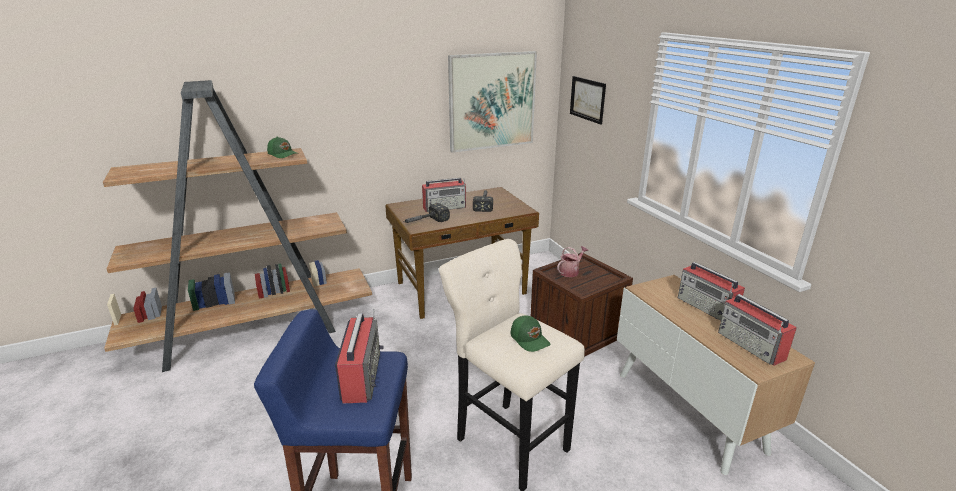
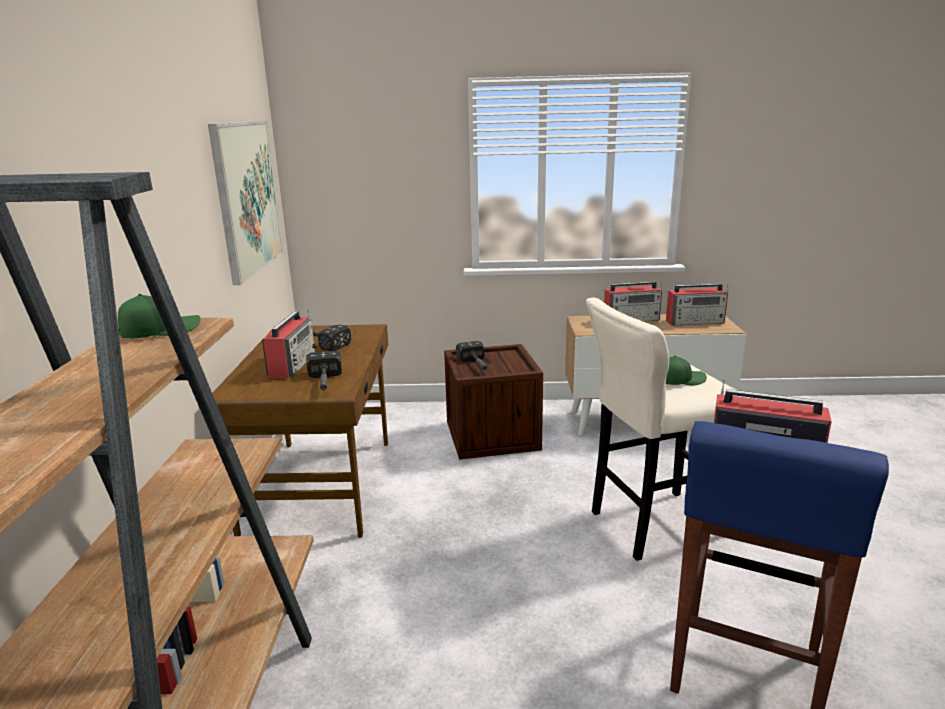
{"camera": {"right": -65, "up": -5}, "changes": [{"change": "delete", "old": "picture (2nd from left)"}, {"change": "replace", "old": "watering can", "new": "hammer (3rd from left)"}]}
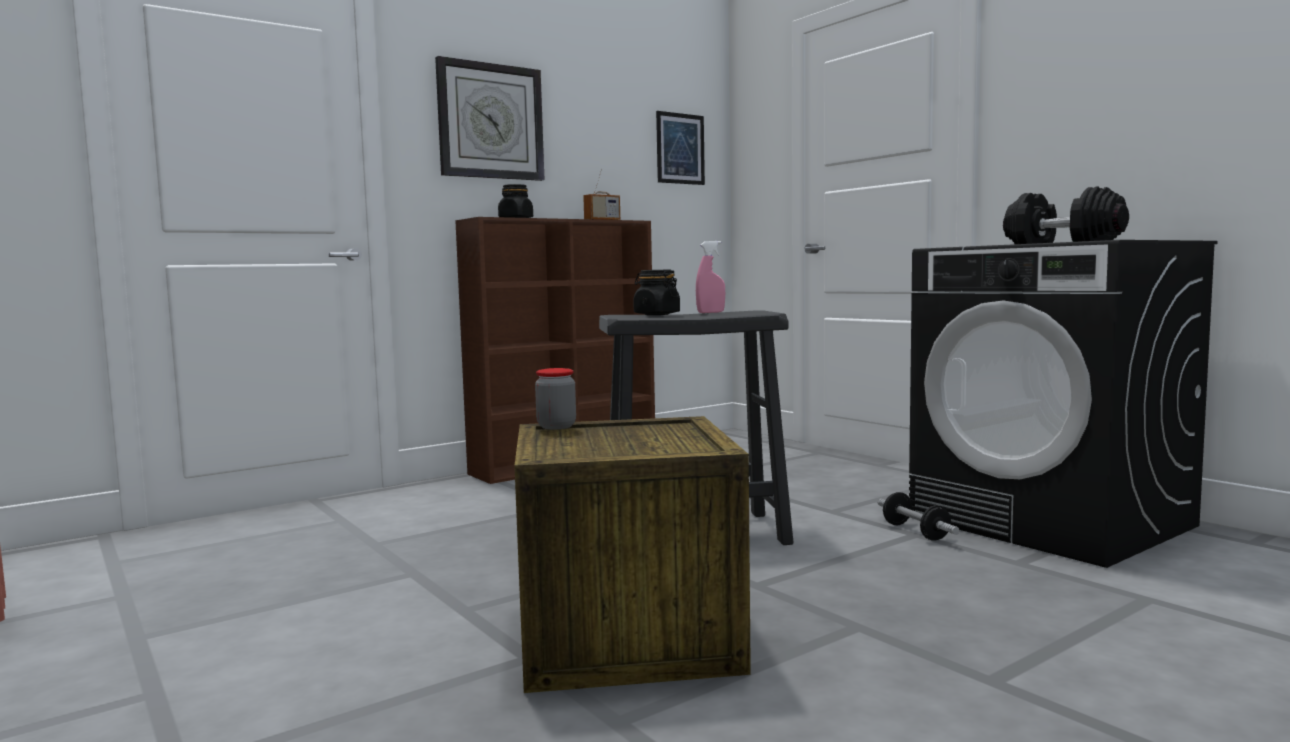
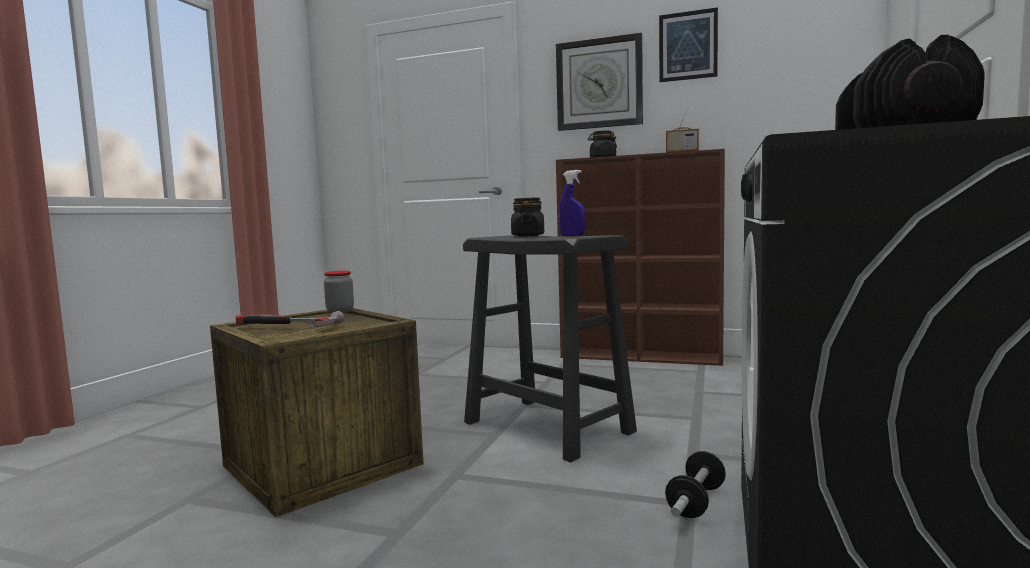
{"camera": {"right": 55, "up": 0}, "changes": [{"change": "move", "old": "picture"}, {"change": "recolor", "old": "pink spray bottle", "new": "blue spray bottle"}, {"change": "insert", "new": "hammer"}]}
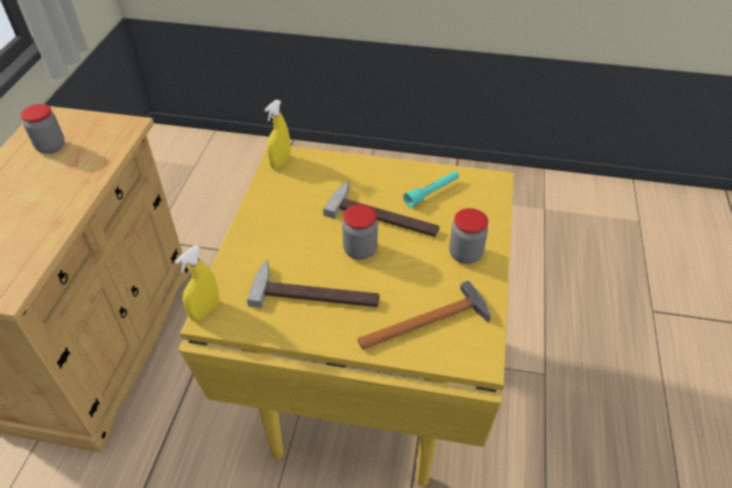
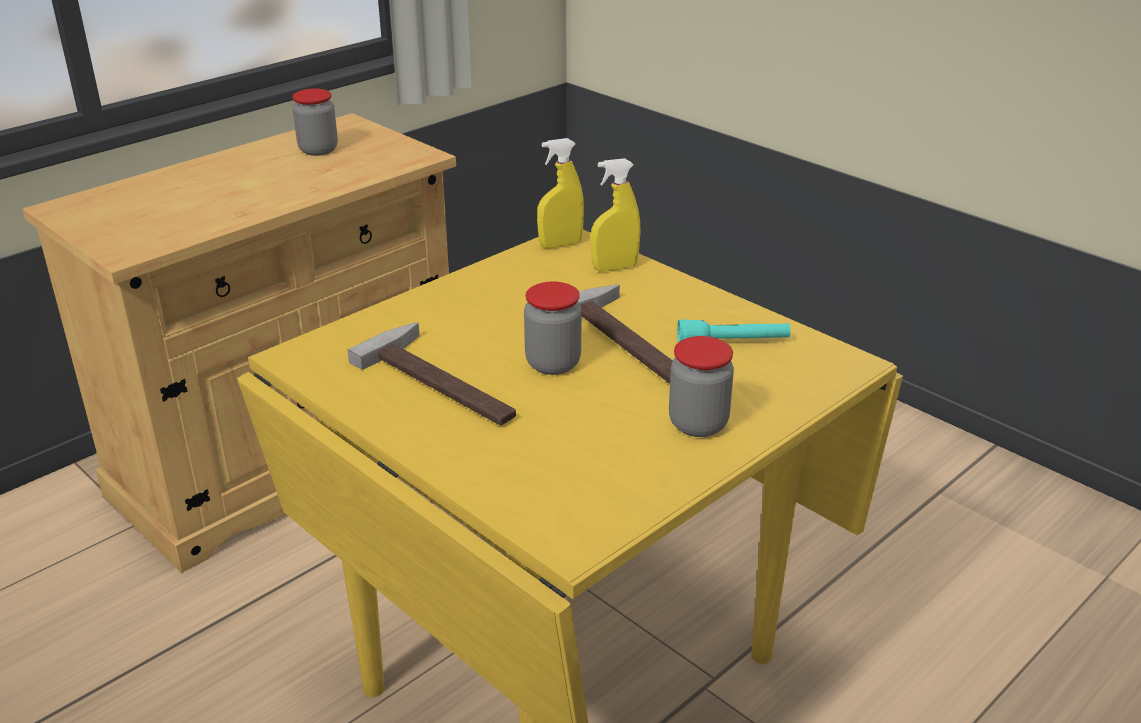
{"camera": {"right": 35, "up": -15}, "changes": [{"change": "move", "old": "yellow spray bottle (1st from left in the first image)", "new": "yellow spray bottle (2nd from left)"}, {"change": "delete", "old": "hammer (3rd from left)"}]}
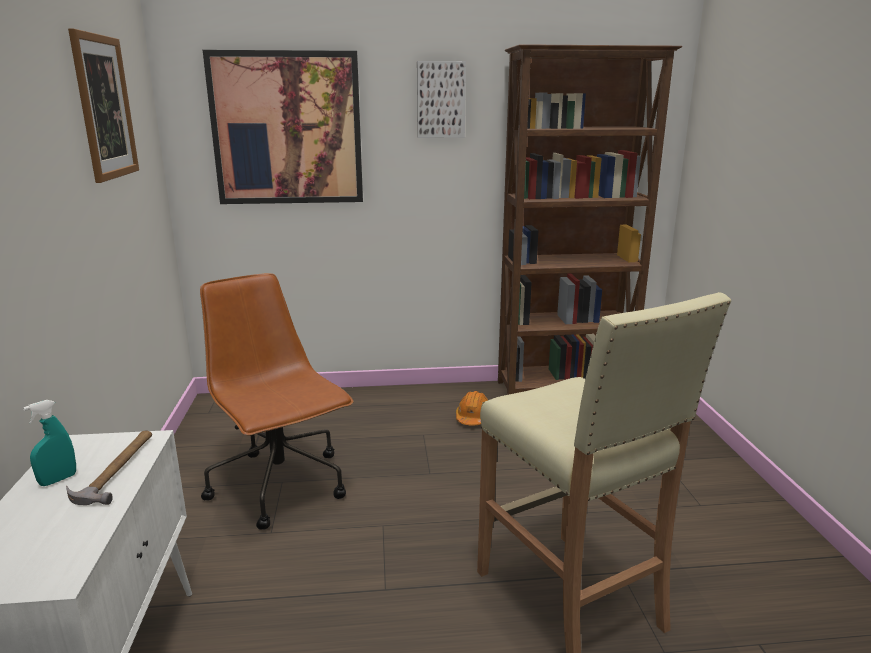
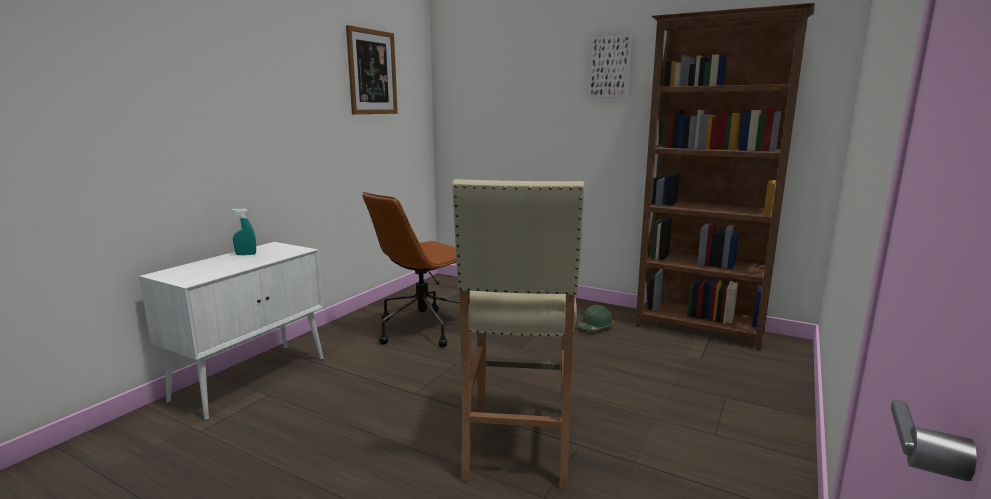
{"camera": {"right": 35, "up": -5}, "changes": [{"change": "delete", "old": "picture (2nd from left)"}, {"change": "rotate", "old": "brown office chair", "degrees": -135}, {"change": "recolor", "old": "orange hard hat", "new": "green hard hat"}, {"change": "delete", "old": "hammer"}]}
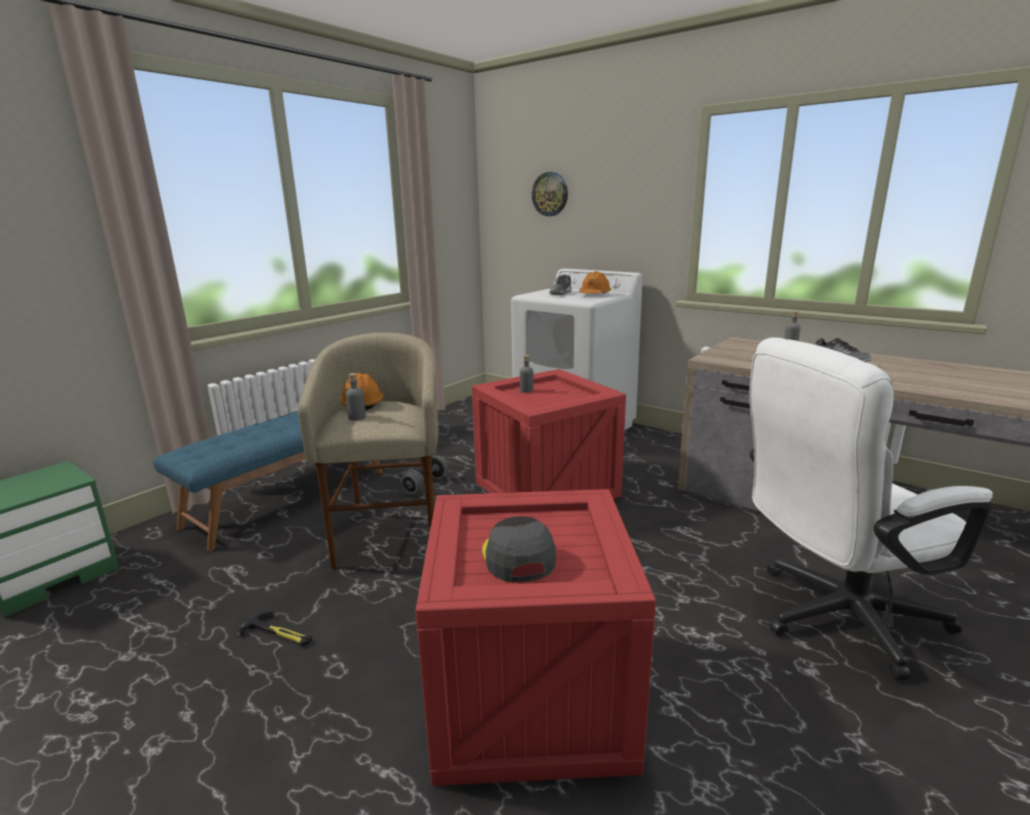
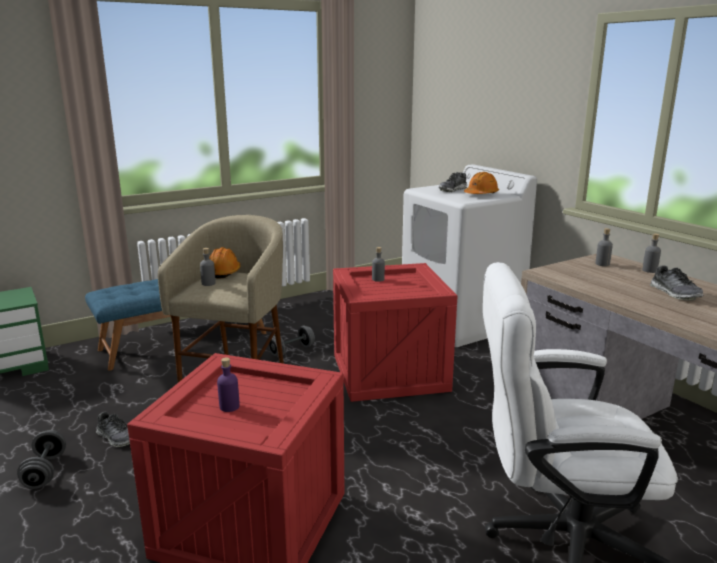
{"camera": {"right": 20, "up": 0}, "changes": [{"change": "delete", "old": "wall clock"}, {"change": "replace", "old": "grey cap", "new": "purple bottle"}, {"change": "replace", "old": "hammer", "new": "shoe (1st from left)"}, {"change": "insert", "new": "grey bottle (3rd from left)"}, {"change": "insert", "new": "grey dumbbell (1st from left)"}]}
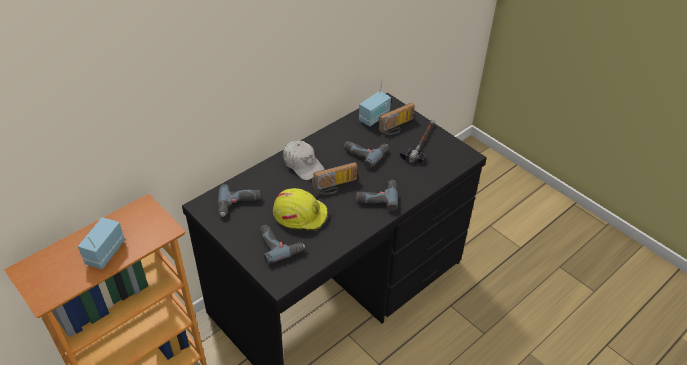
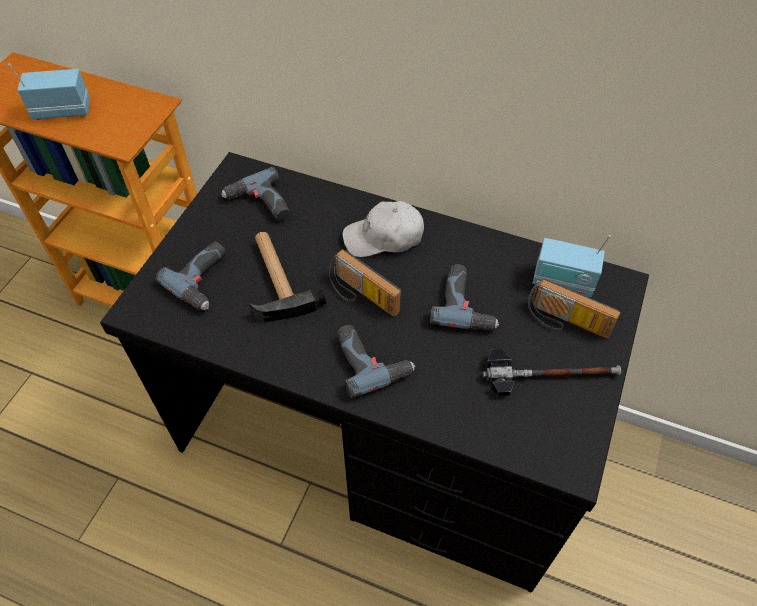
{"camera": {"right": 65, "up": 10}, "changes": [{"change": "rotate", "old": "white cap", "degrees": 60}, {"change": "replace", "old": "yellow hard hat", "new": "hammer (1st from left)"}]}
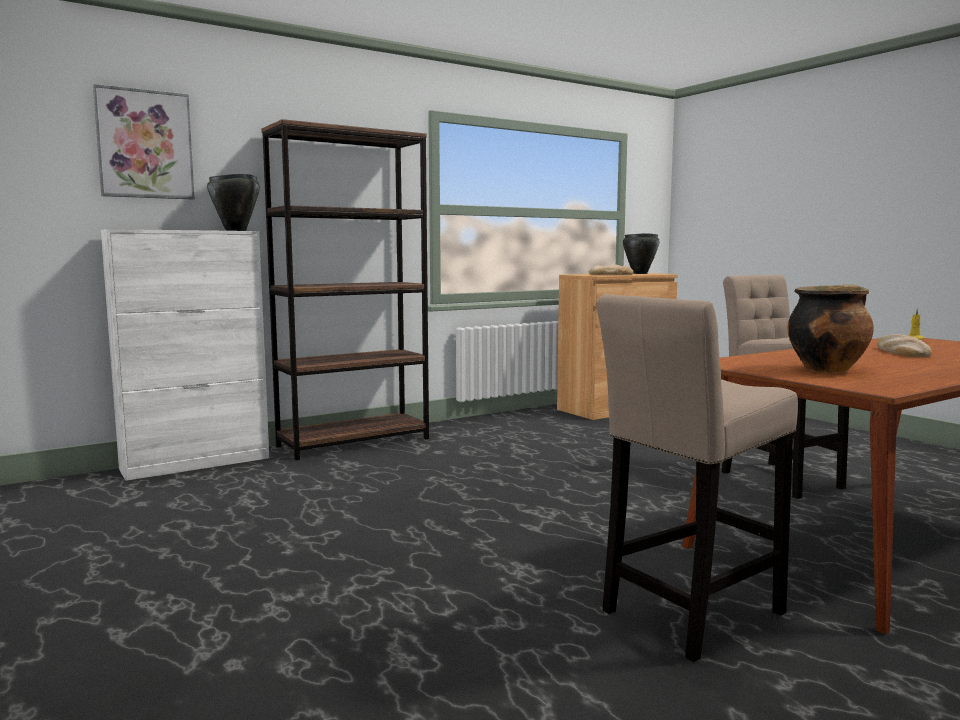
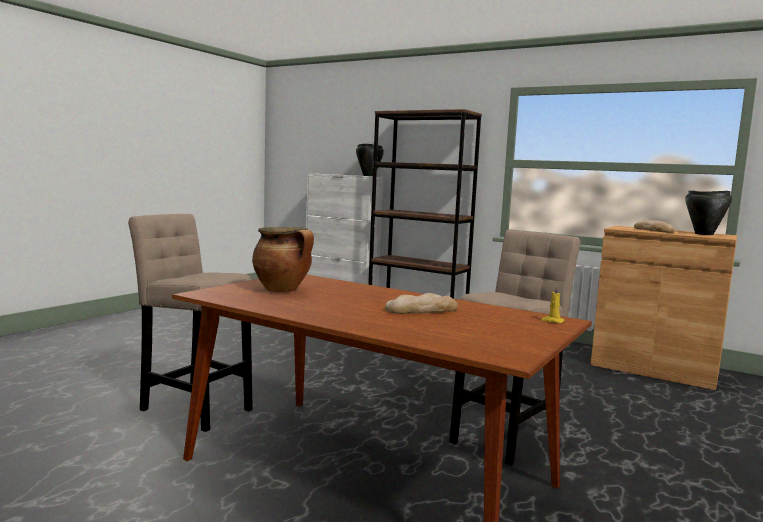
{"camera": {"right": 65, "up": 0}, "changes": [{"change": "delete", "old": "picture"}]}
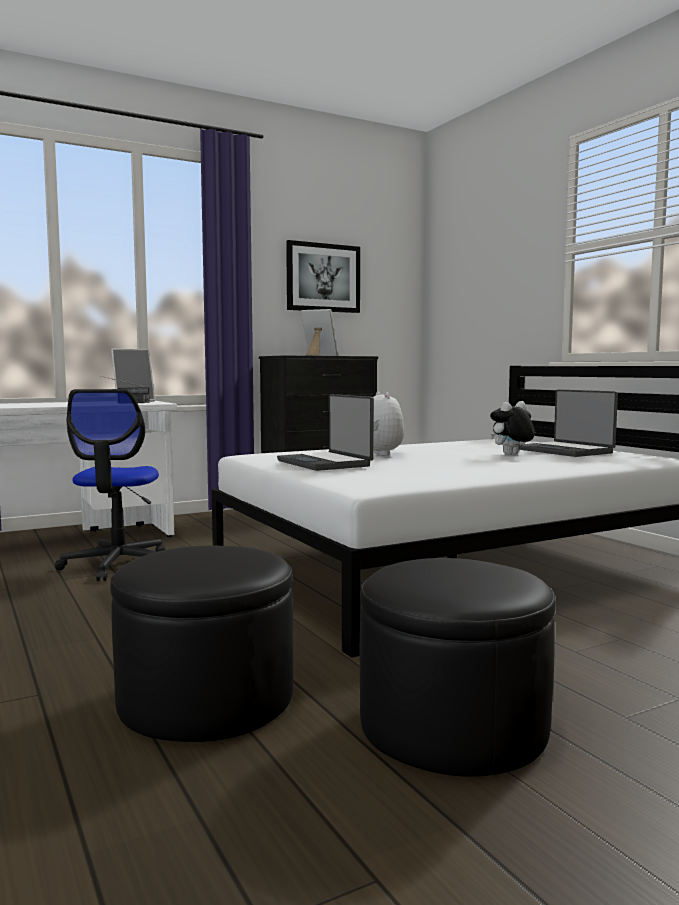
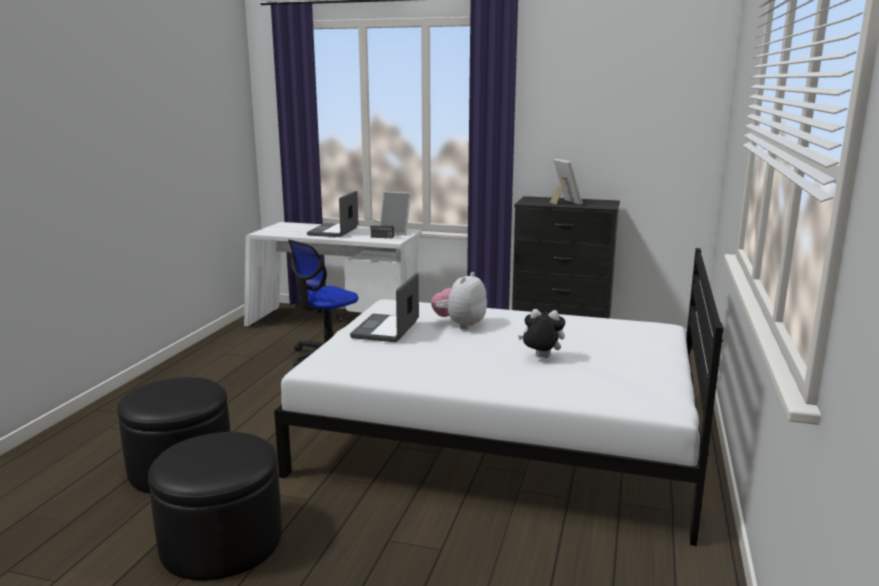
{"camera": {"right": 45, "up": 10}, "changes": [{"change": "delete", "old": "picture"}, {"change": "move", "old": "laptop (2nd from left in the first image)", "new": "laptop (1st from left)"}]}
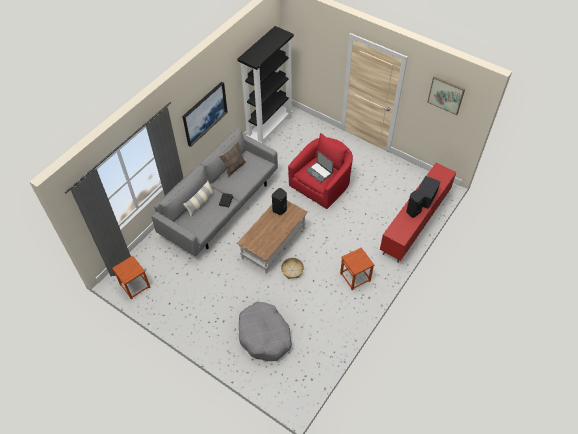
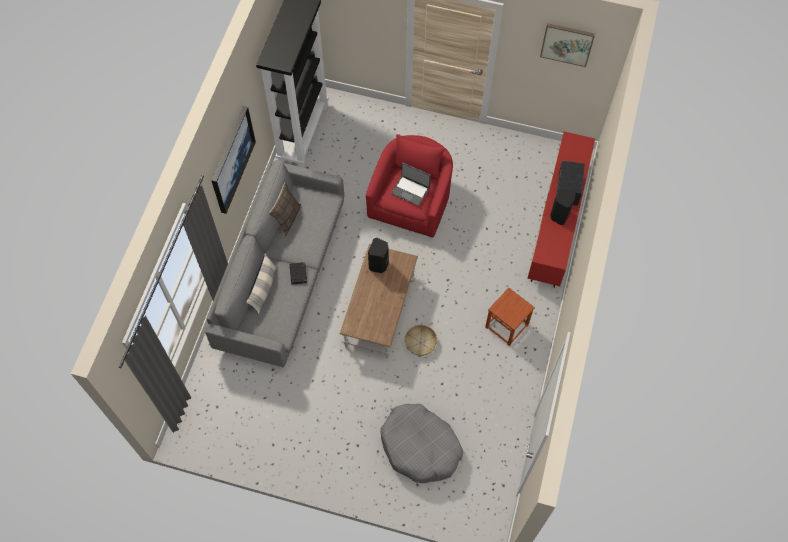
{"camera": {"right": -20, "up": 10}, "changes": [{"change": "delete", "old": "brown stool (1st from left)"}]}
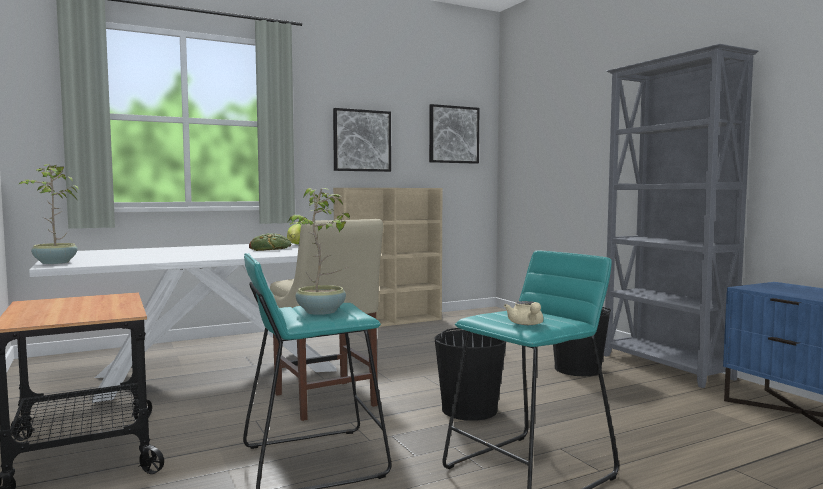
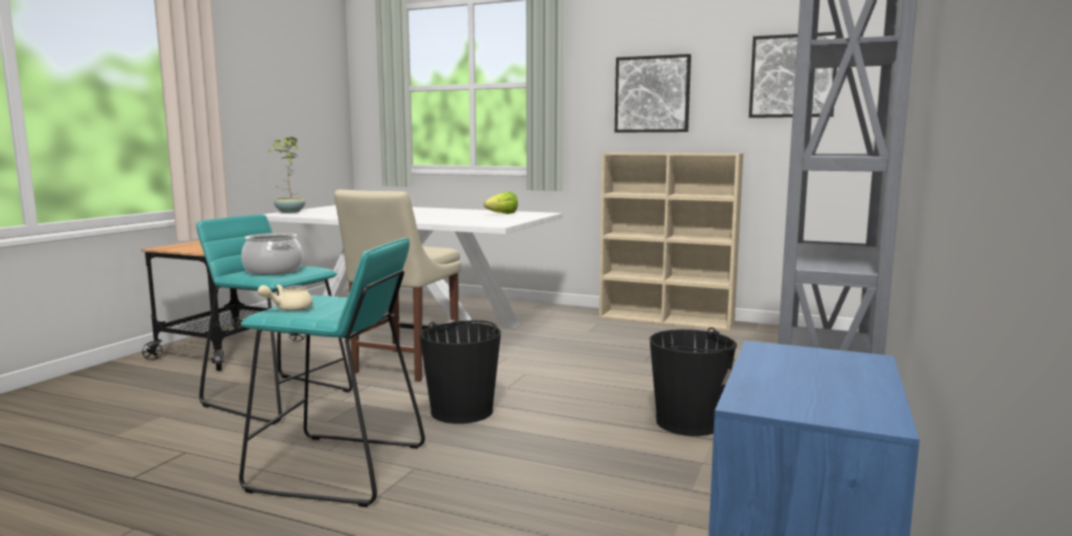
{"camera": {"right": 50, "up": 5}, "changes": [{"change": "replace", "old": "potted plant (2nd from left)", "new": "cooking pot"}, {"change": "delete", "old": "bread"}]}
